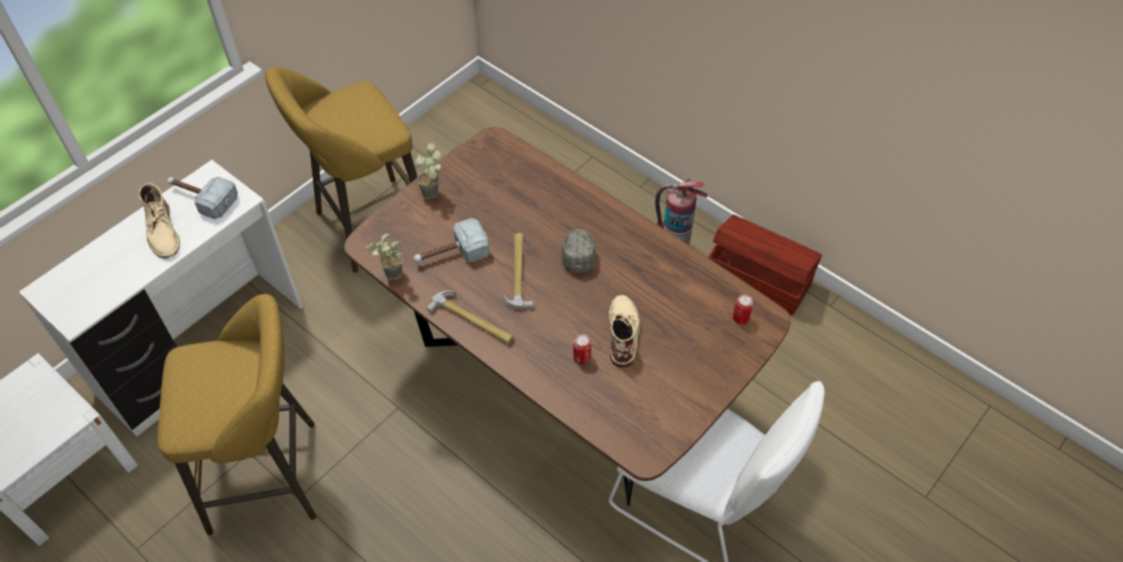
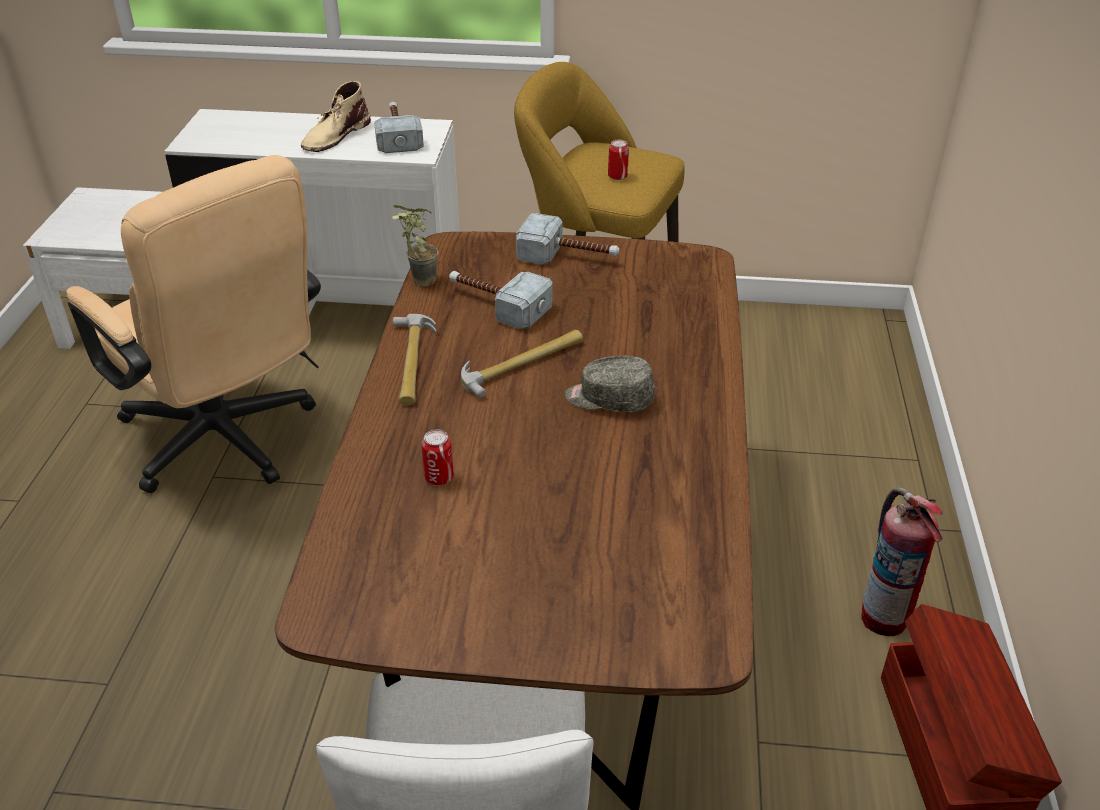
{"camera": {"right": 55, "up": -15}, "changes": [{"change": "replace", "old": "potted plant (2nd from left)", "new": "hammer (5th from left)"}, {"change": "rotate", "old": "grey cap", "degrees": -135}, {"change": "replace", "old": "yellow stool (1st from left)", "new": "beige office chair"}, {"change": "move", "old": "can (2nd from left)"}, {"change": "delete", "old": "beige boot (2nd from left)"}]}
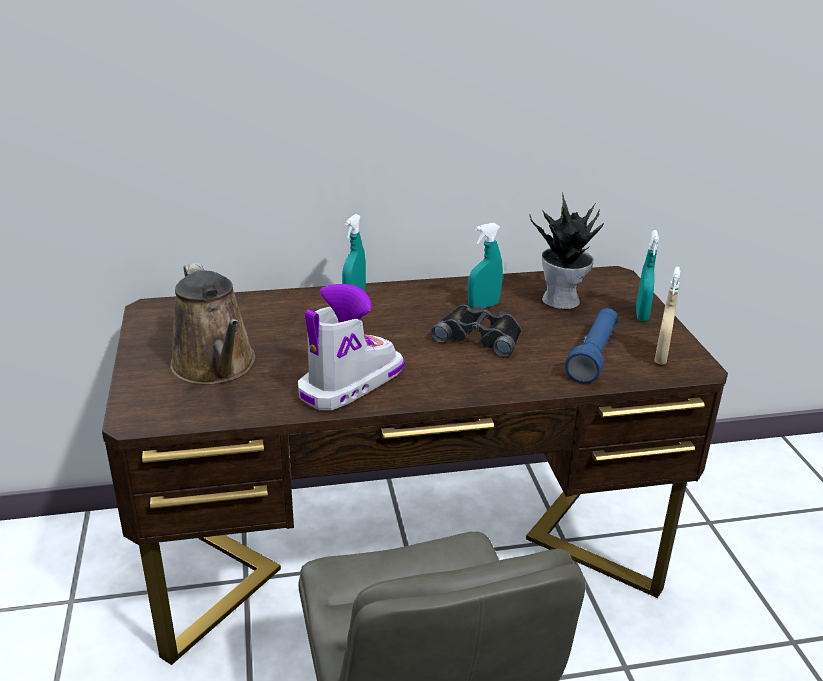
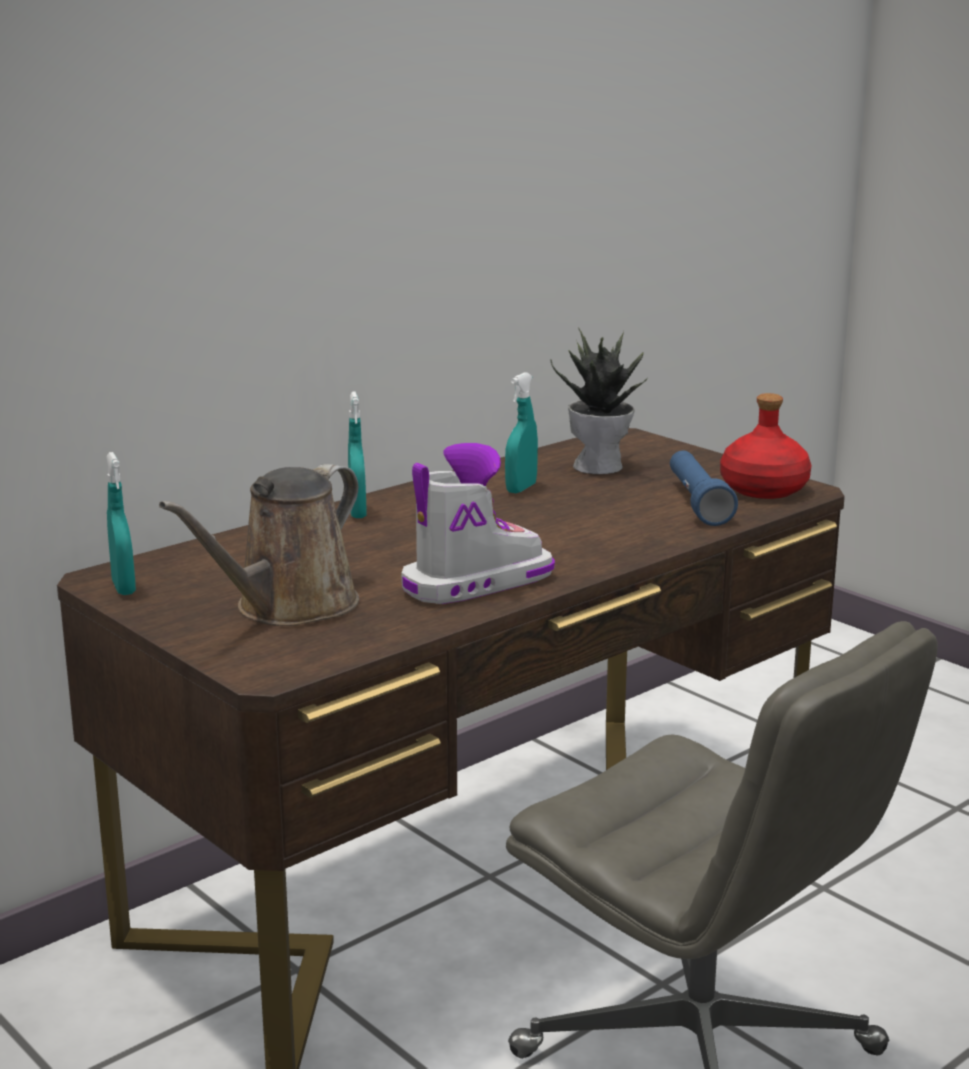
{"camera": {"right": -30, "up": -10}, "changes": [{"change": "move", "old": "turquoise spray bottle (3rd from left in the first image)", "new": "turquoise spray bottle (1st from left)"}, {"change": "rotate", "old": "brown watering can", "degrees": 90}, {"change": "replace", "old": "beige spray bottle", "new": "red bottle"}, {"change": "rotate", "old": "boot", "degrees": 45}, {"change": "delete", "old": "black binoculars"}]}
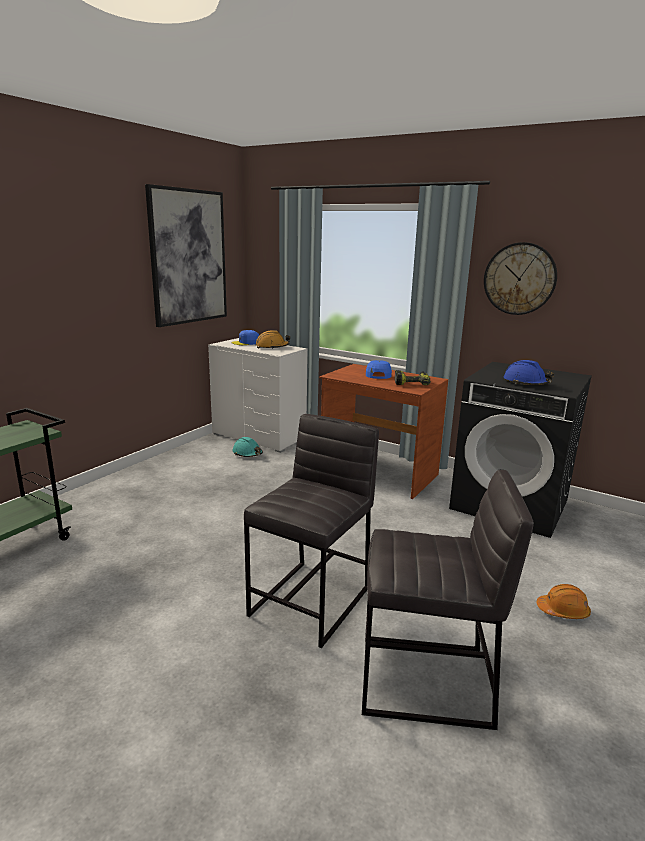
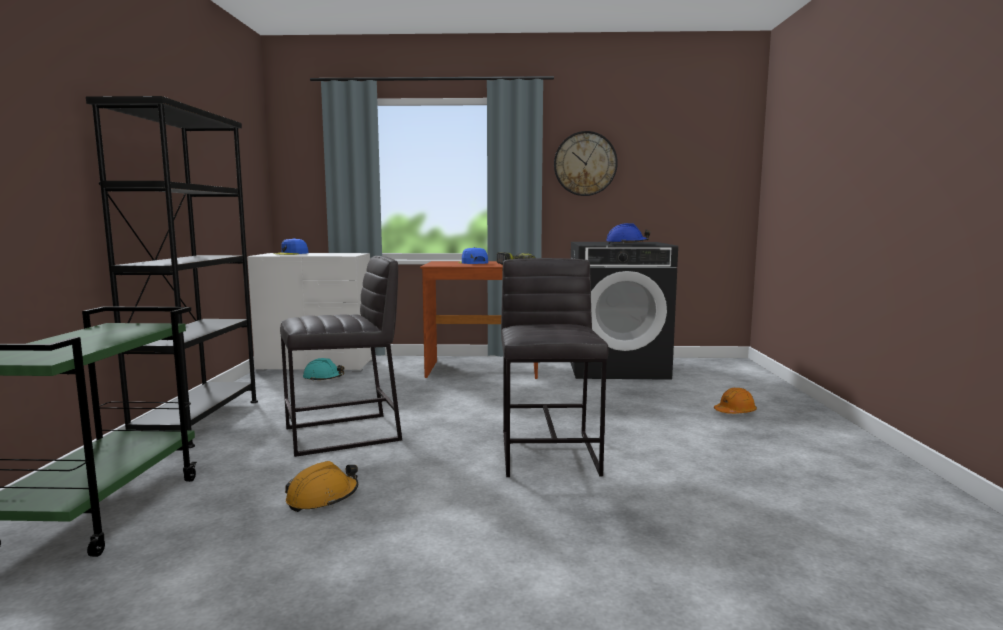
{"camera": {"right": -30, "up": -10}, "changes": [{"change": "delete", "old": "picture"}, {"change": "move", "old": "orange hard hat (1st from left)"}, {"change": "move", "old": "grey stool (2nd from left in the first image)", "new": "grey stool (1st from left)"}, {"change": "insert", "new": "black bookcase"}]}
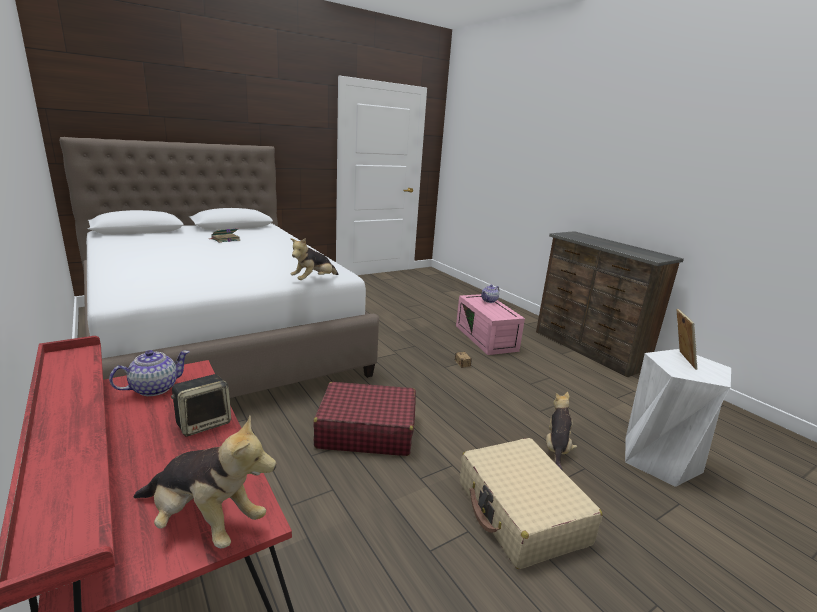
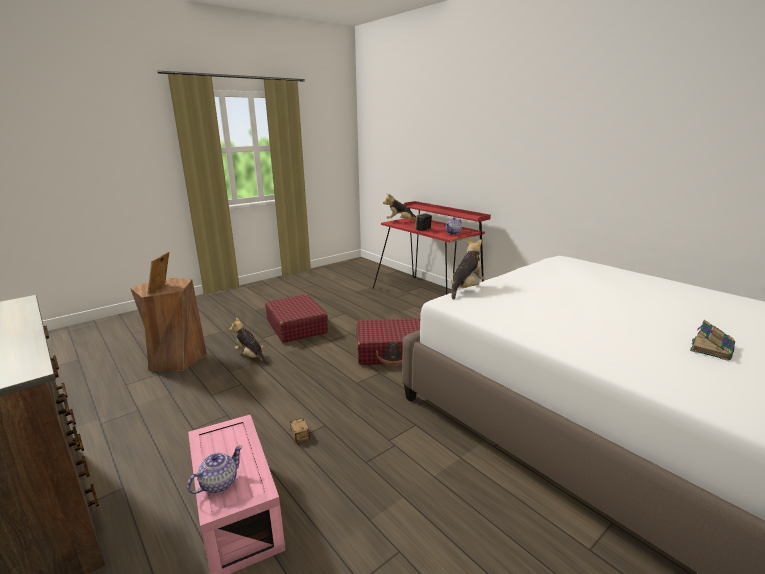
{"camera": {"right": 175, "up": 0}, "changes": [{"change": "recolor", "old": "white stool", "new": "brown stool"}, {"change": "rotate", "old": "plush toy (3rd from left in the first image)", "degrees": 120}, {"change": "recolor", "old": "beige suitcase", "new": "red suitcase (1st from left)"}]}
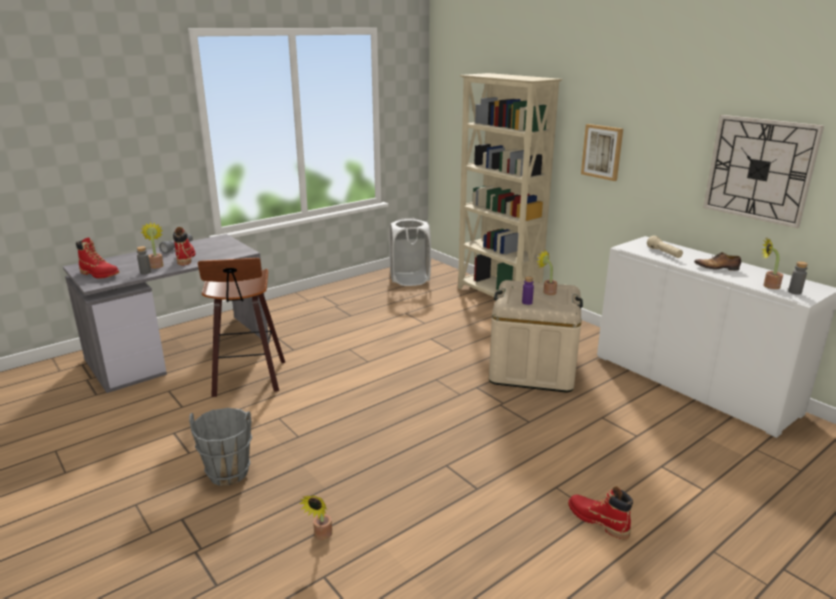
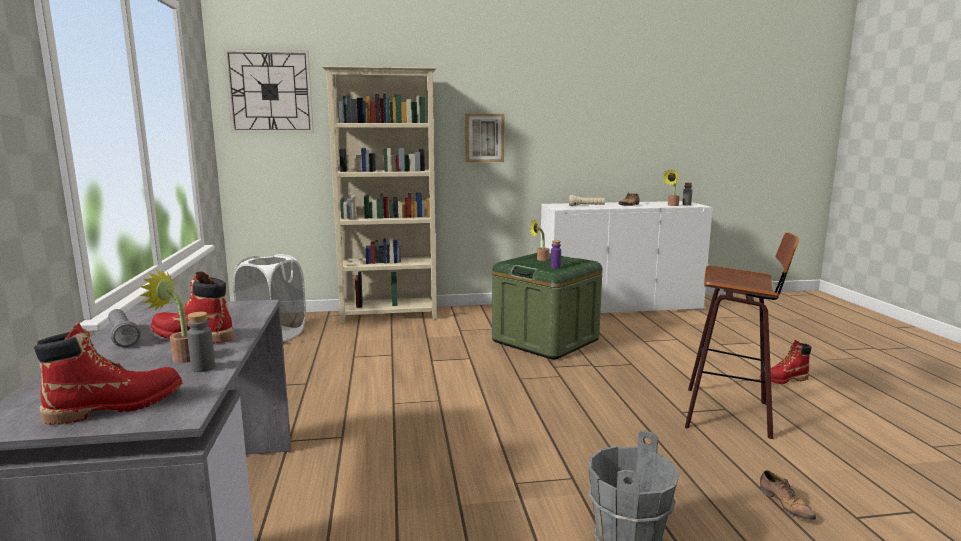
{"camera": {"right": -60, "up": -10}, "changes": [{"change": "move", "old": "wall clock"}, {"change": "move", "old": "stool"}, {"change": "recolor", "old": "beige storage box", "new": "green storage box"}, {"change": "replace", "old": "potted plant (2nd from left)", "new": "shoe (2nd from left)"}]}
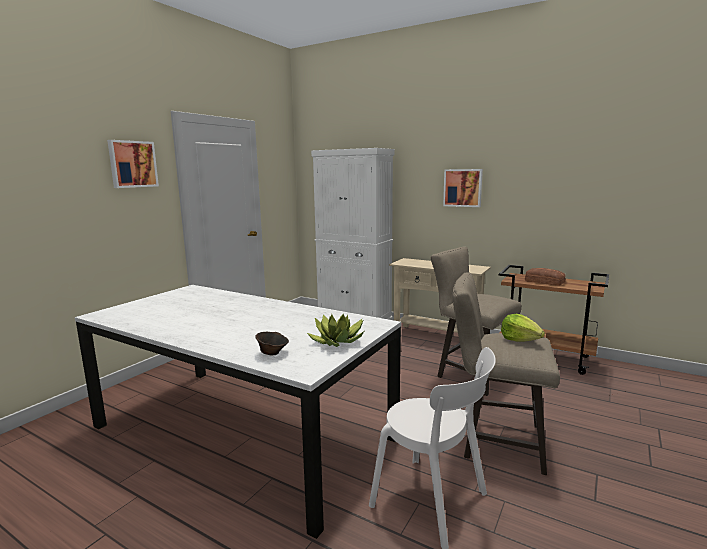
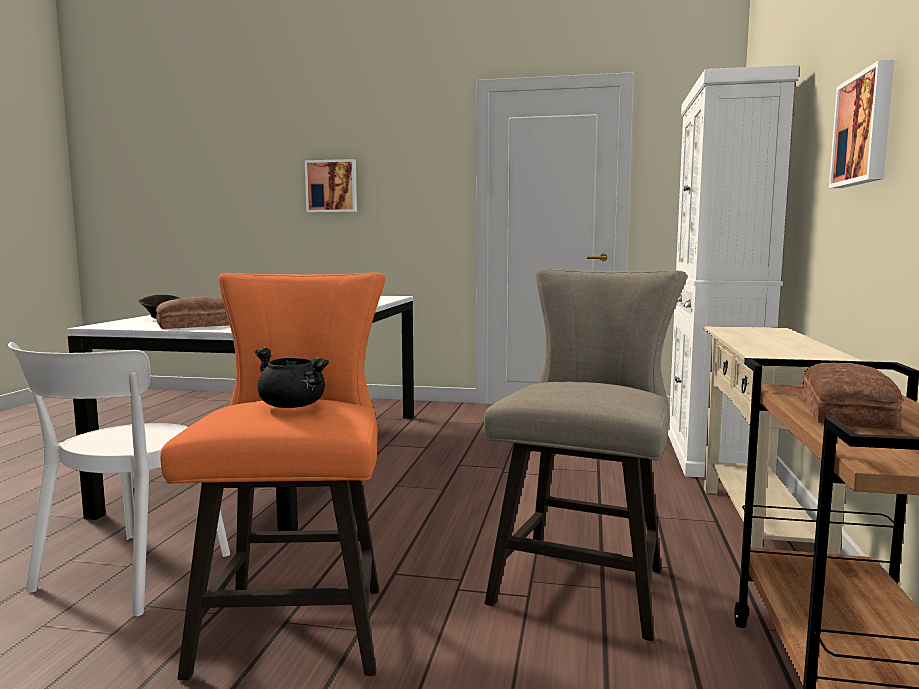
{"camera": {"right": 70, "up": -5}, "changes": [{"change": "move", "old": "picture (1st from left)"}, {"change": "recolor", "old": "beige stool (2nd from left)", "new": "orange stool"}, {"change": "replace", "old": "potted plant", "new": "bread (1st from left)"}, {"change": "replace", "old": "lettuce", "new": "black cooking pot"}]}
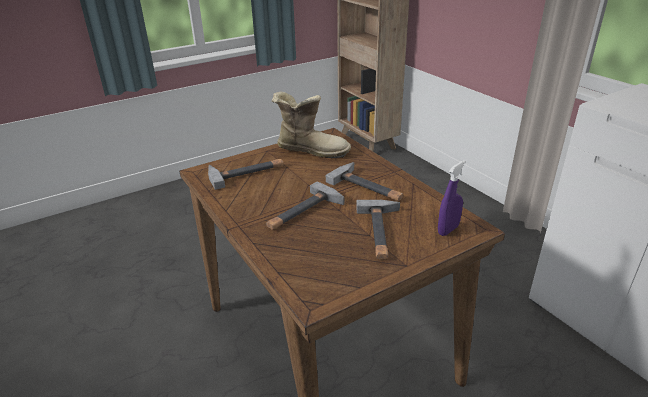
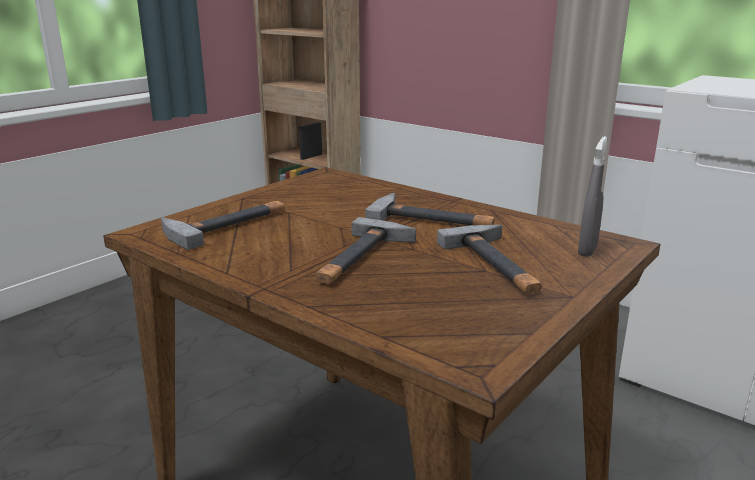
{"camera": {"right": -20, "up": -10}, "changes": [{"change": "delete", "old": "boot"}, {"change": "recolor", "old": "purple spray bottle", "new": "grey spray bottle"}]}
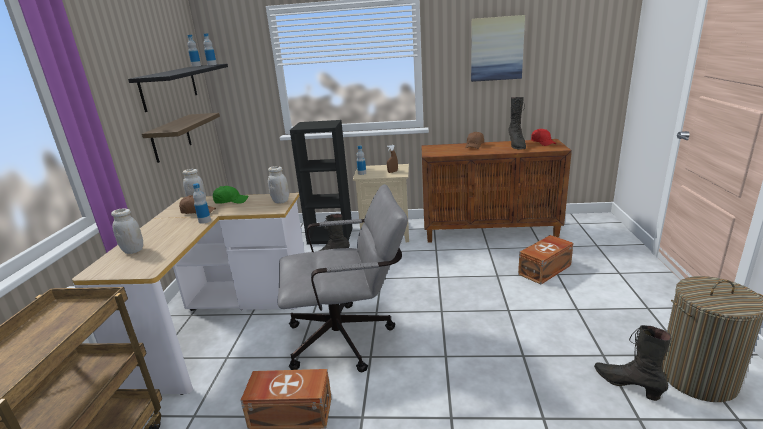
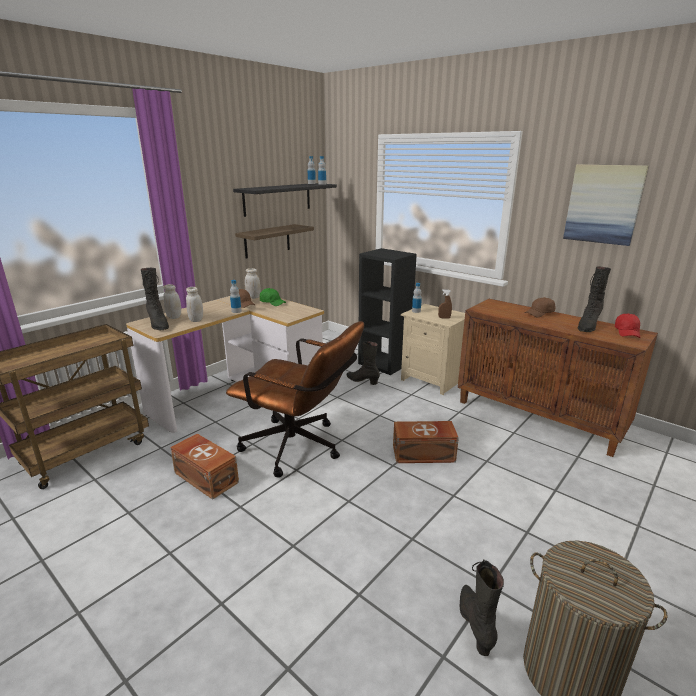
{"camera": {"right": 35, "up": 0}, "changes": [{"change": "move", "old": "white jar (3rd from left in the first image)", "new": "white jar (2nd from left)"}, {"change": "recolor", "old": "grey office chair", "new": "brown office chair"}, {"change": "move", "old": "brown storage box (2nd from left)"}, {"change": "insert", "new": "black boot (1st from left)"}]}
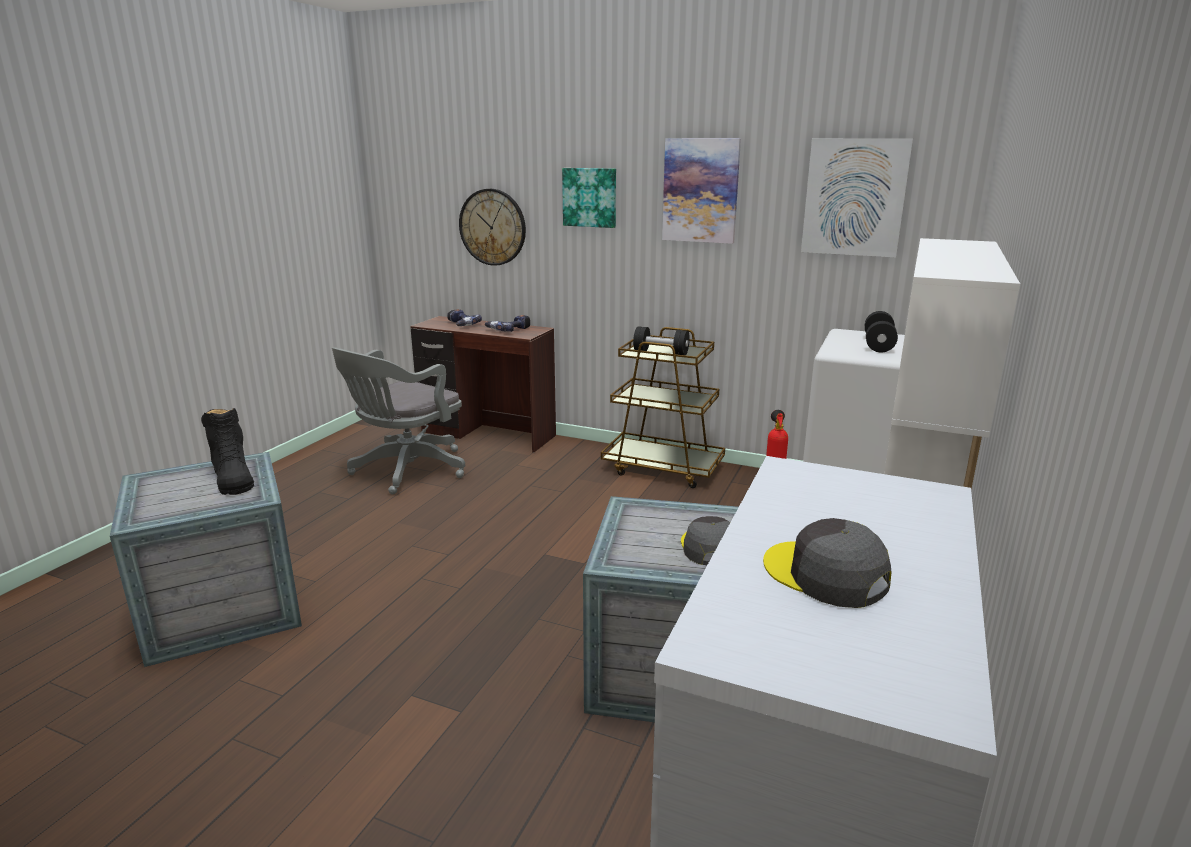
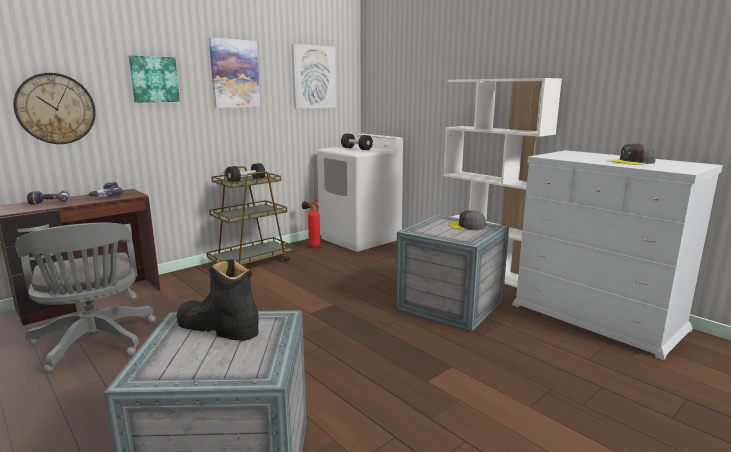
{"camera": {"right": -65, "up": -5}, "changes": [{"change": "rotate", "old": "black boot", "degrees": -150}]}
